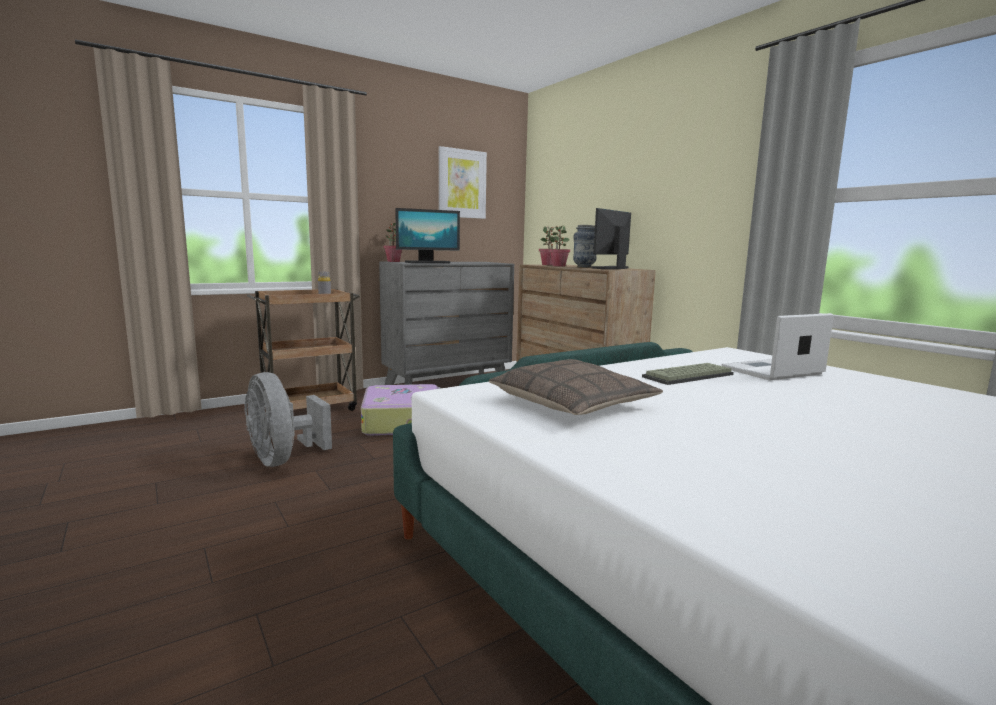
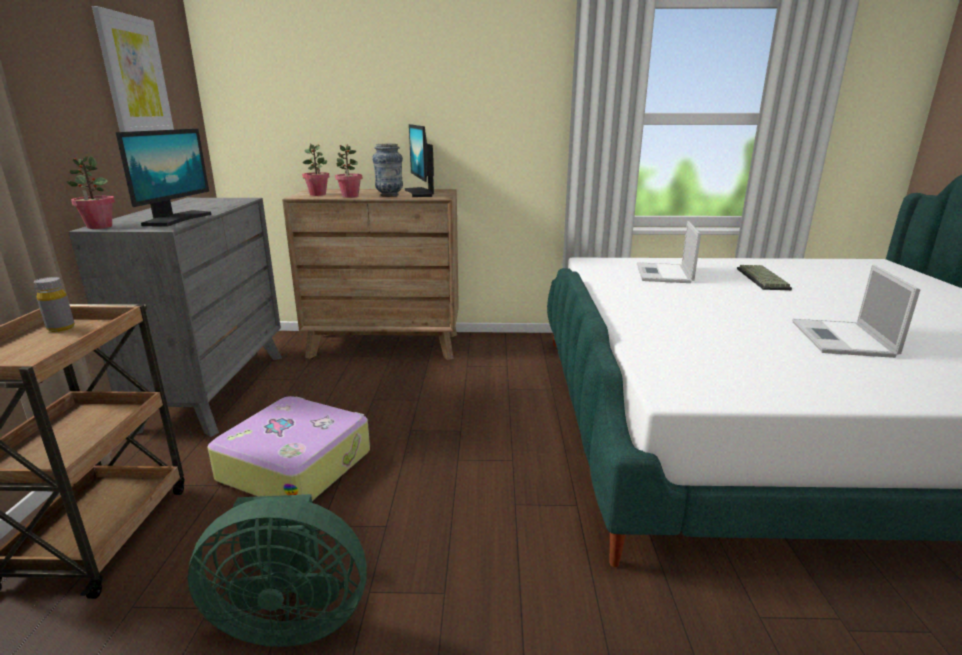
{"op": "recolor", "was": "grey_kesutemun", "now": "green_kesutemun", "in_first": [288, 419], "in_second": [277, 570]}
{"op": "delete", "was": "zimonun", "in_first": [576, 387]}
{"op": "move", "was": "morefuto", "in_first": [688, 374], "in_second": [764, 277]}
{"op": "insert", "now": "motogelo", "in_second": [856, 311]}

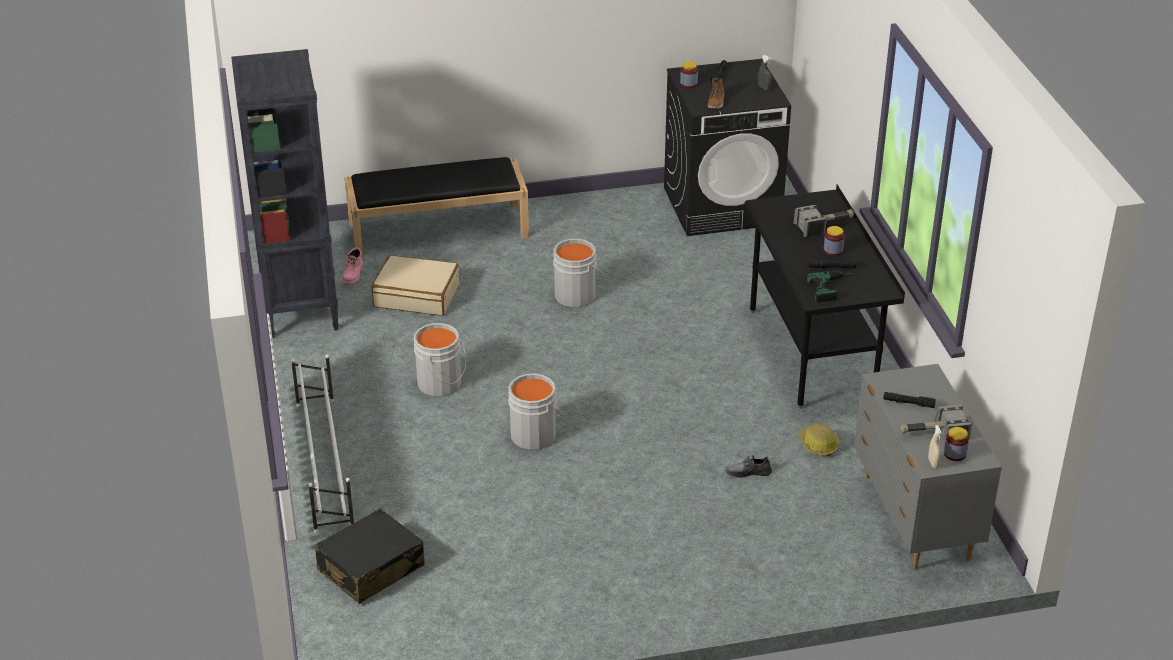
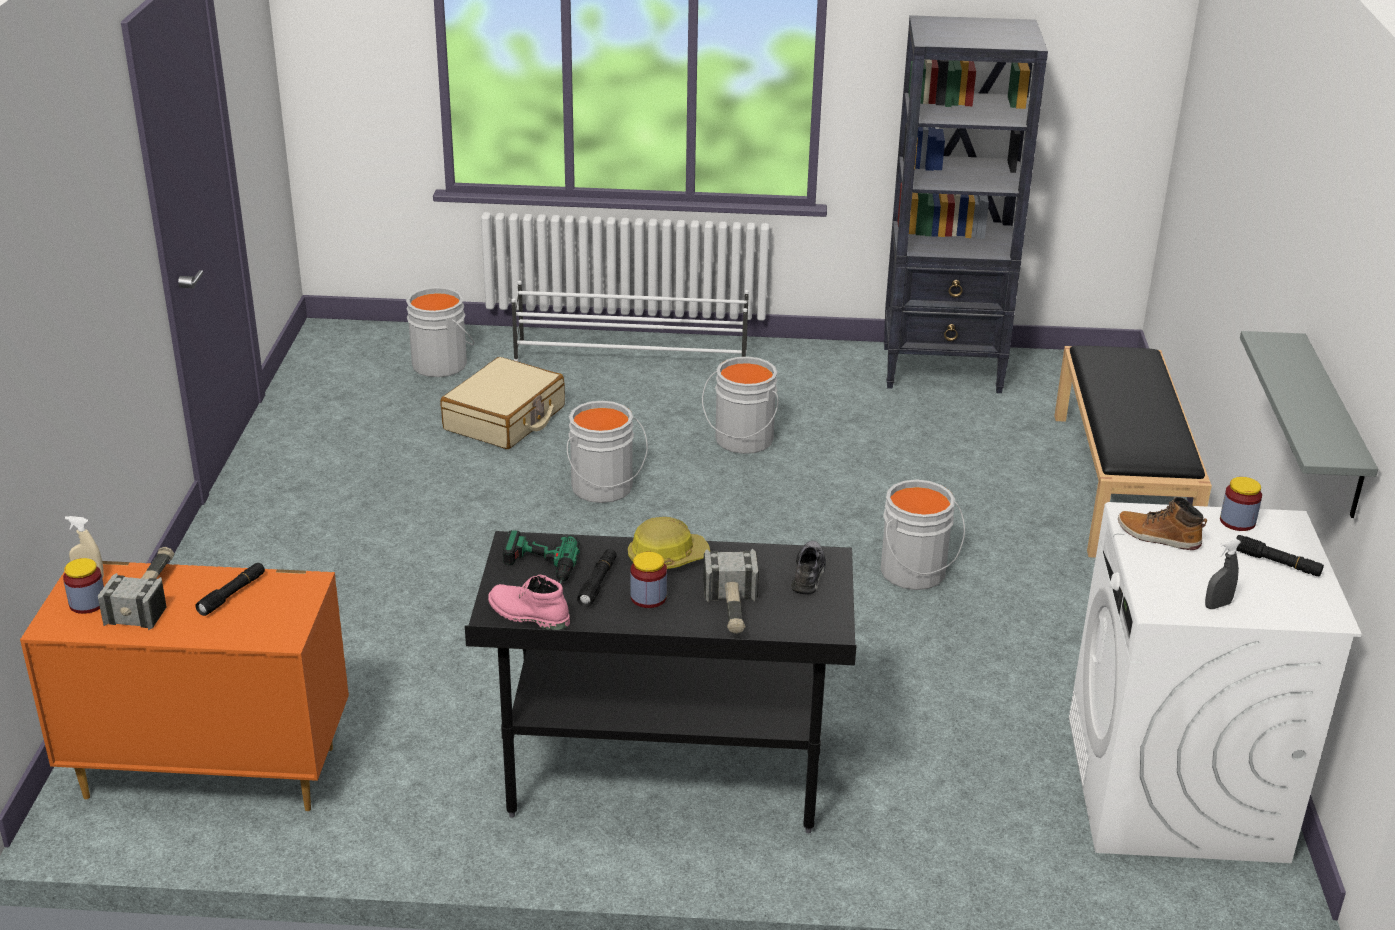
{"op": "replace", "was": "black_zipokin", "now": "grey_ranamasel", "in_first": [370, 556], "in_second": [440, 332]}
{"op": "move", "was": "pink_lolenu", "in_first": [352, 266], "in_second": [529, 602]}
{"op": "move", "was": "beige_zipokin", "in_first": [415, 285], "in_second": [503, 403]}
{"op": "recolor", "was": "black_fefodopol", "now": "white_fefodopol", "in_first": [727, 147], "in_second": [1215, 682]}
{"op": "move", "was": "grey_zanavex", "in_first": [749, 466], "in_second": [809, 568]}
{"op": "move", "was": "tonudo", "in_first": [818, 440], "in_second": [669, 543]}
{"op": "recolor", "was": "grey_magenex", "now": "orange_magenex", "in_first": [928, 466], "in_second": [184, 686]}
{"op": "insert", "now": "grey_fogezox", "in_second": [1309, 424]}

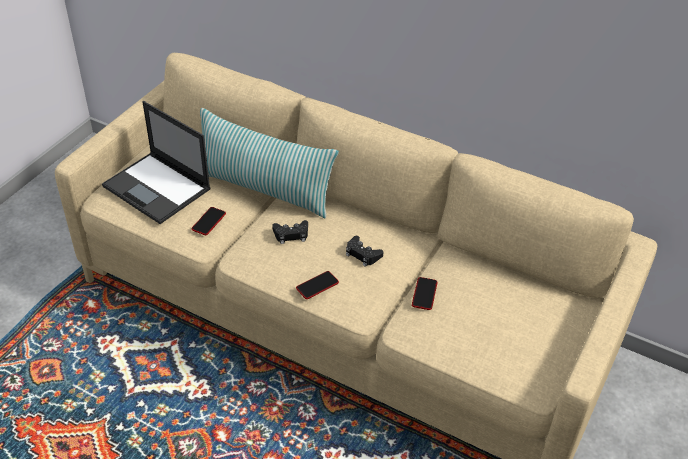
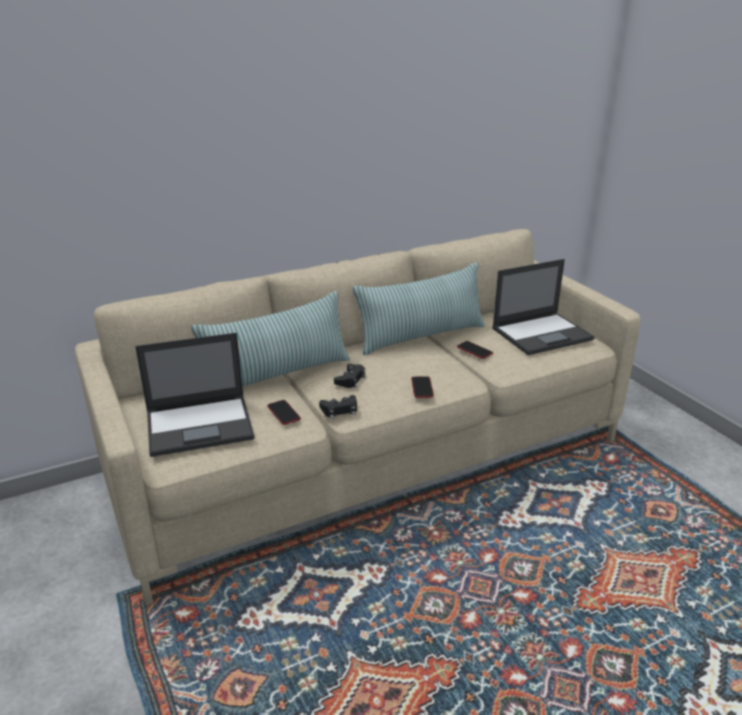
{"op": "move", "was": "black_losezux", "in_first": [364, 251], "in_second": [338, 407]}
{"op": "insert", "now": "zimonun", "in_second": [419, 309]}
{"op": "insert", "now": "motogelo", "in_second": [543, 307]}

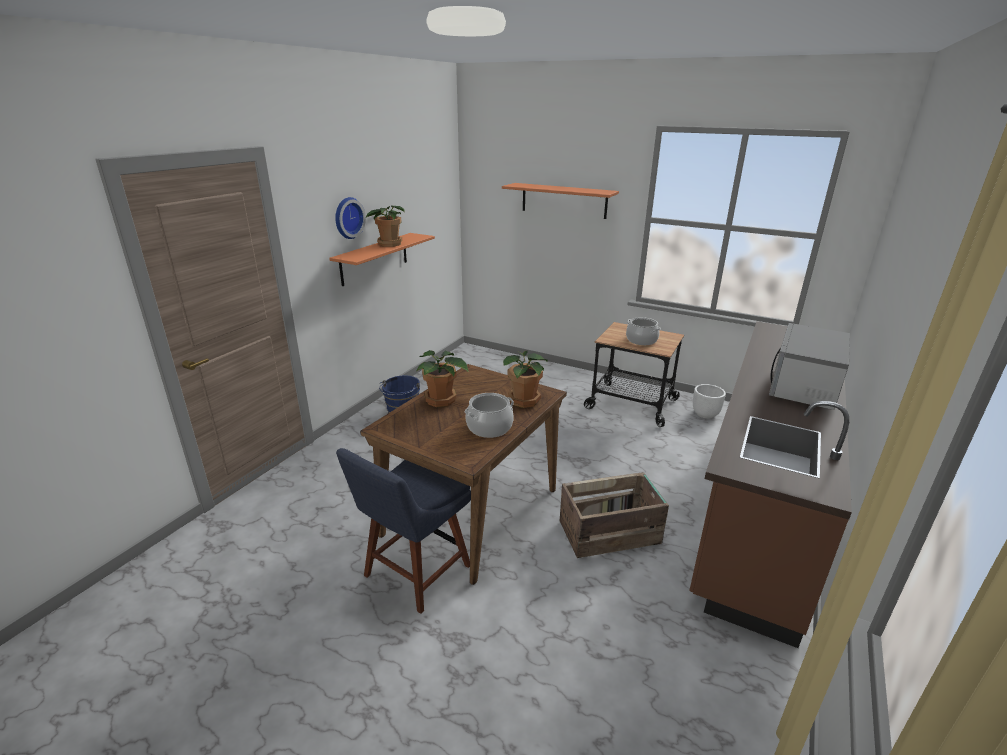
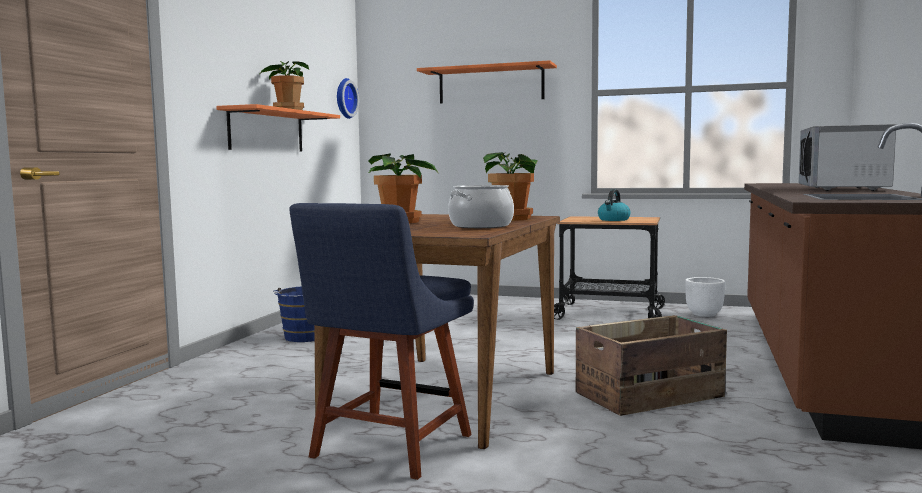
{"op": "move", "was": "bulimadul", "in_first": [350, 218], "in_second": [348, 98]}
{"op": "replace", "was": "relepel", "now": "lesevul", "in_first": [643, 331], "in_second": [614, 205]}

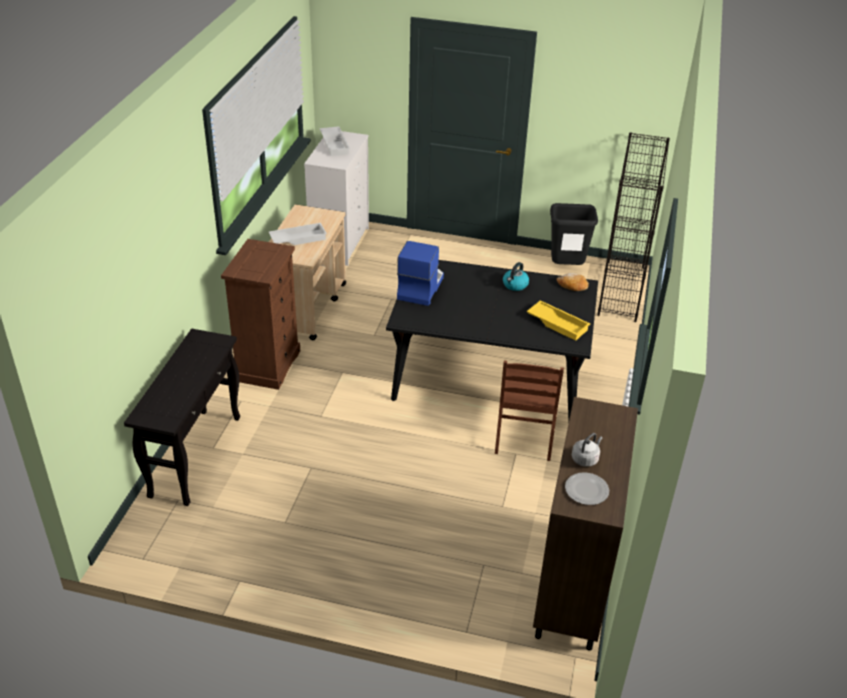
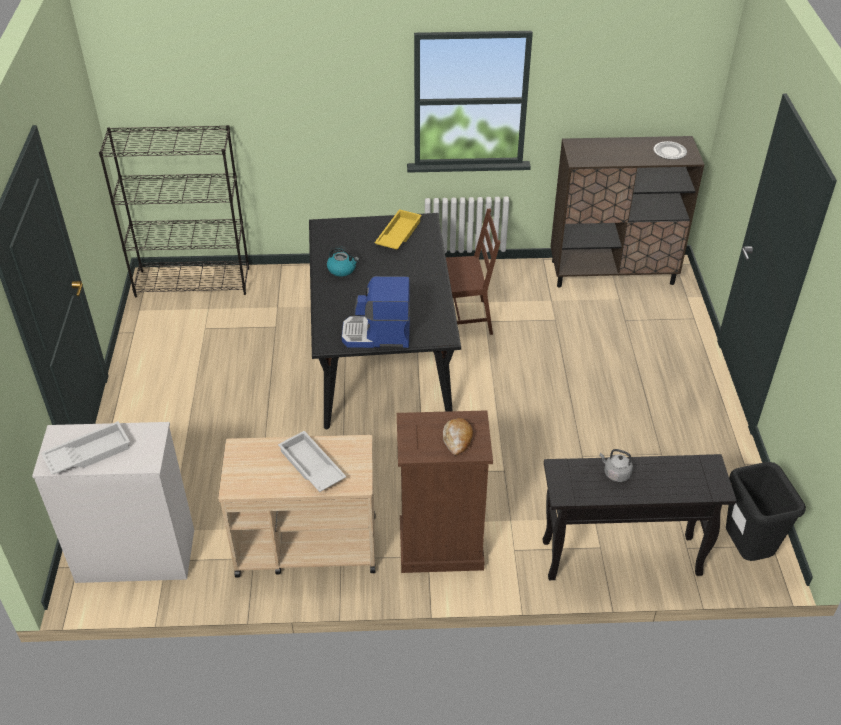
{"op": "move", "was": "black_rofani", "in_first": [574, 234], "in_second": [766, 511]}
{"op": "move", "was": "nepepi", "in_first": [573, 282], "in_second": [458, 437]}
{"op": "move", "was": "grey_lesevul", "in_first": [587, 450], "in_second": [616, 465]}

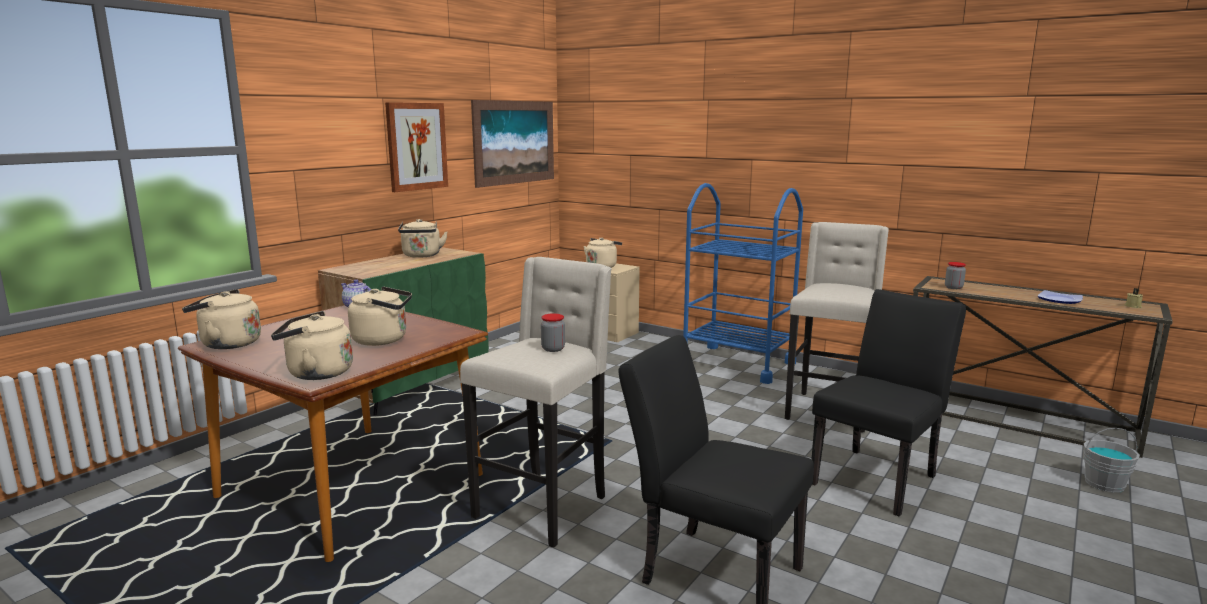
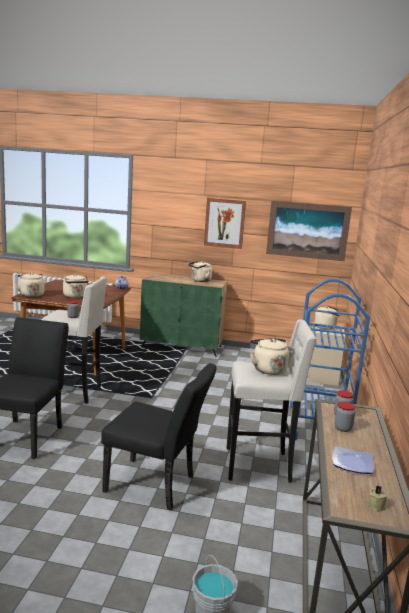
{"op": "move", "was": "beige_lesevul", "in_first": [221, 319], "in_second": [269, 356]}
{"op": "insert", "now": "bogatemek", "in_second": [345, 417]}

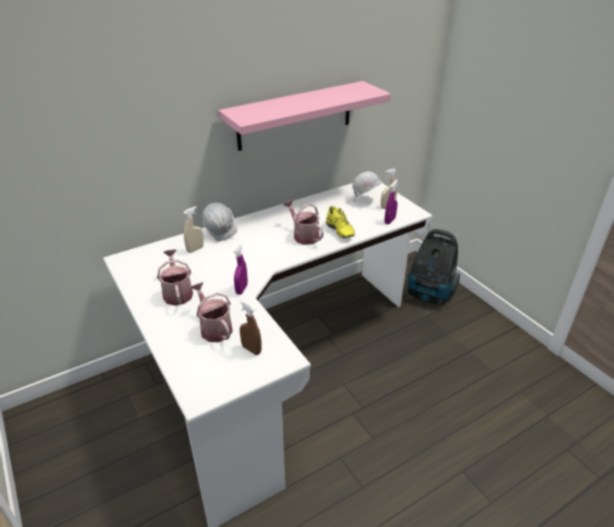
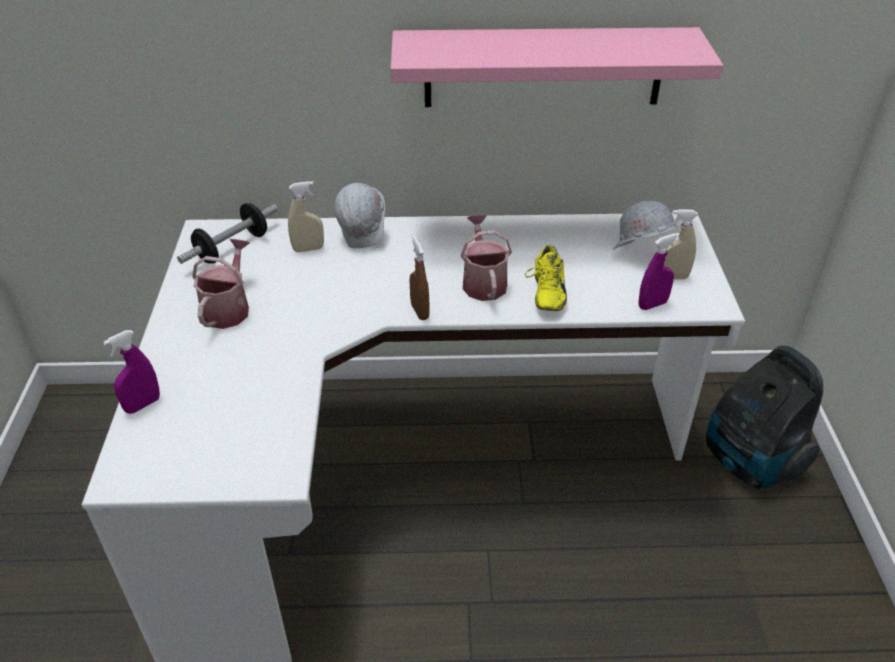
{"op": "delete", "was": "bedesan", "in_first": [211, 312]}
{"op": "move", "was": "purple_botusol", "in_first": [241, 270], "in_second": [131, 372]}
{"op": "move", "was": "brown_botusol", "in_first": [250, 327], "in_second": [419, 277]}
{"op": "insert", "now": "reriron", "in_second": [227, 233]}

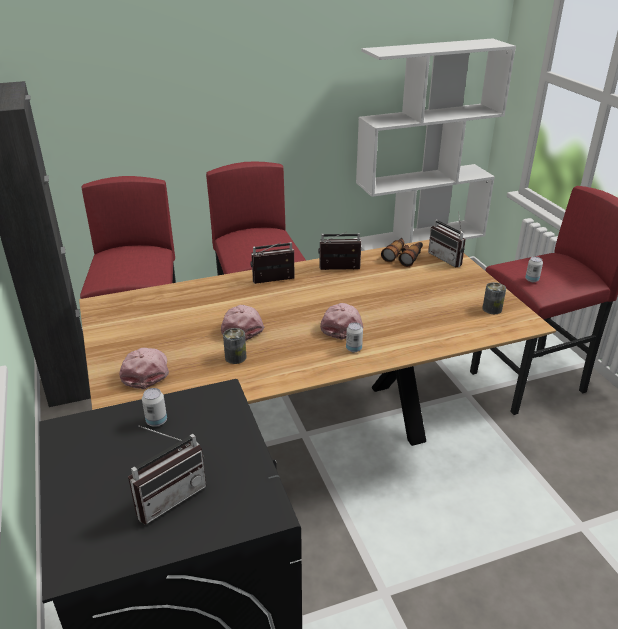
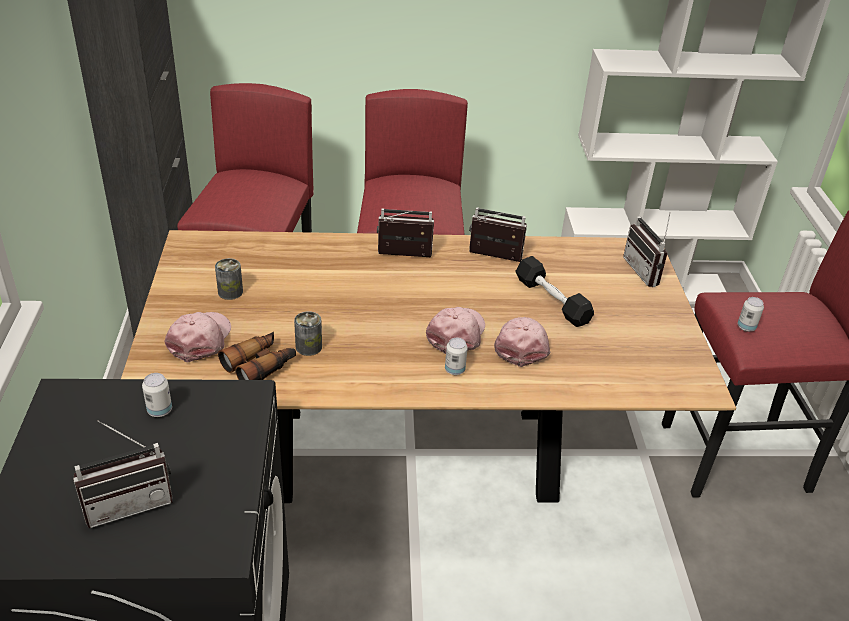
{"op": "move", "was": "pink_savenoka", "in_first": [242, 323], "in_second": [522, 342]}
{"op": "move", "was": "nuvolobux", "in_first": [402, 252], "in_second": [257, 356]}
{"op": "move", "was": "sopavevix", "in_first": [494, 298], "in_second": [229, 279]}
{"op": "insert", "now": "black_reriron", "in_second": [554, 291]}

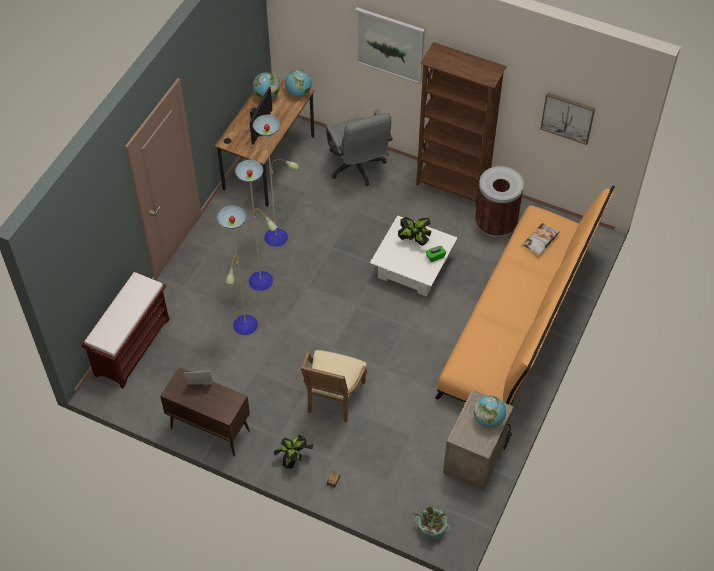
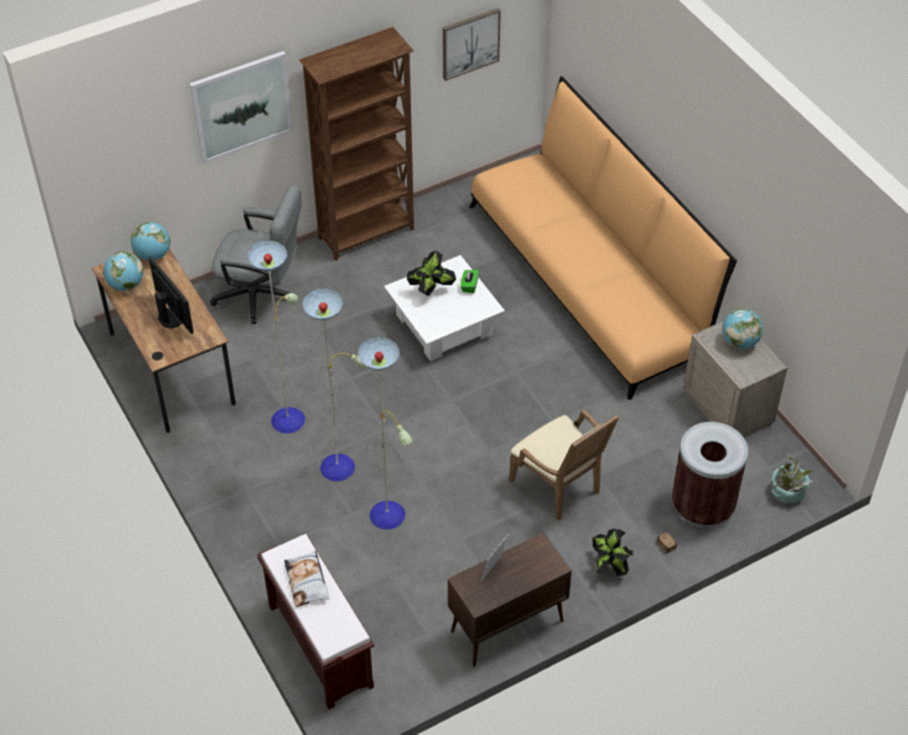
{"op": "move", "was": "brown_rofani", "in_first": [499, 201], "in_second": [710, 474]}
{"op": "move", "was": "zimonun", "in_first": [541, 239], "in_second": [306, 578]}

